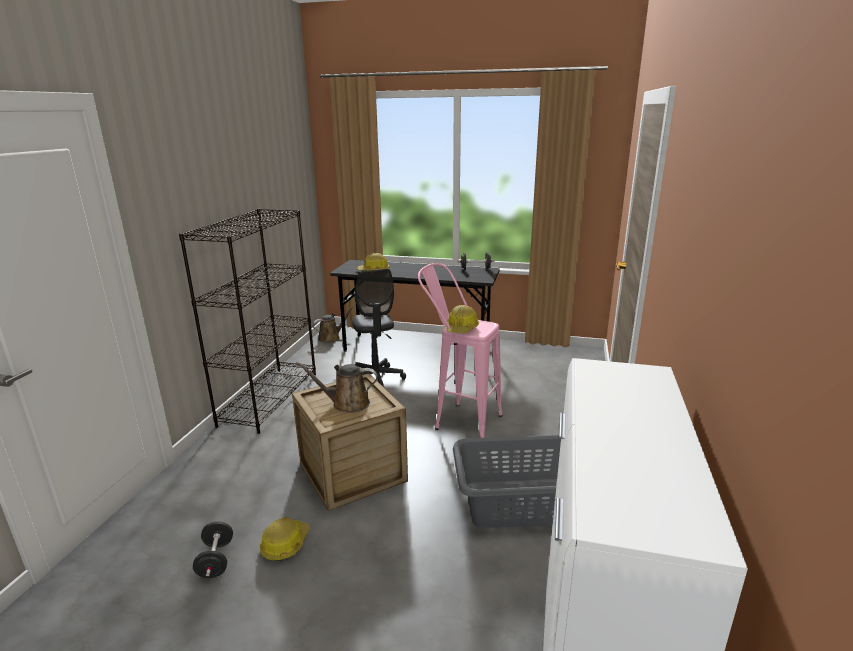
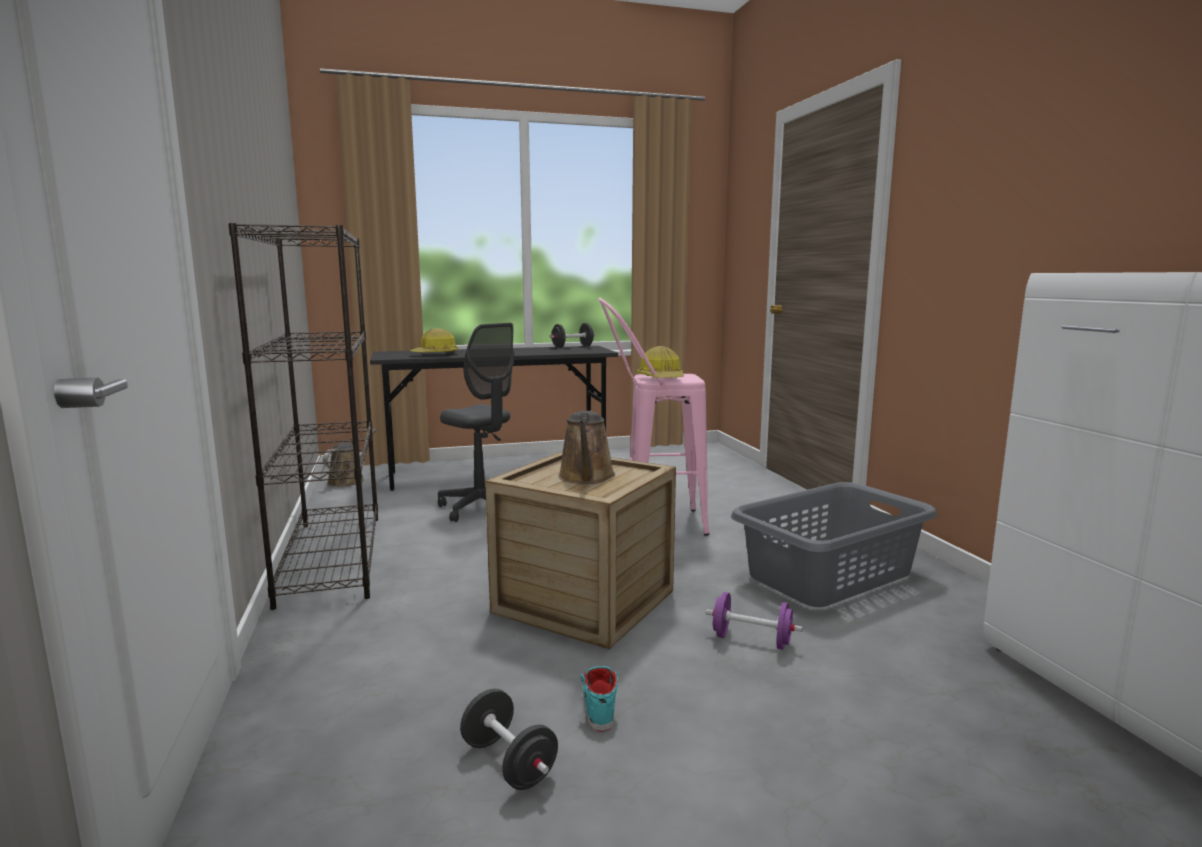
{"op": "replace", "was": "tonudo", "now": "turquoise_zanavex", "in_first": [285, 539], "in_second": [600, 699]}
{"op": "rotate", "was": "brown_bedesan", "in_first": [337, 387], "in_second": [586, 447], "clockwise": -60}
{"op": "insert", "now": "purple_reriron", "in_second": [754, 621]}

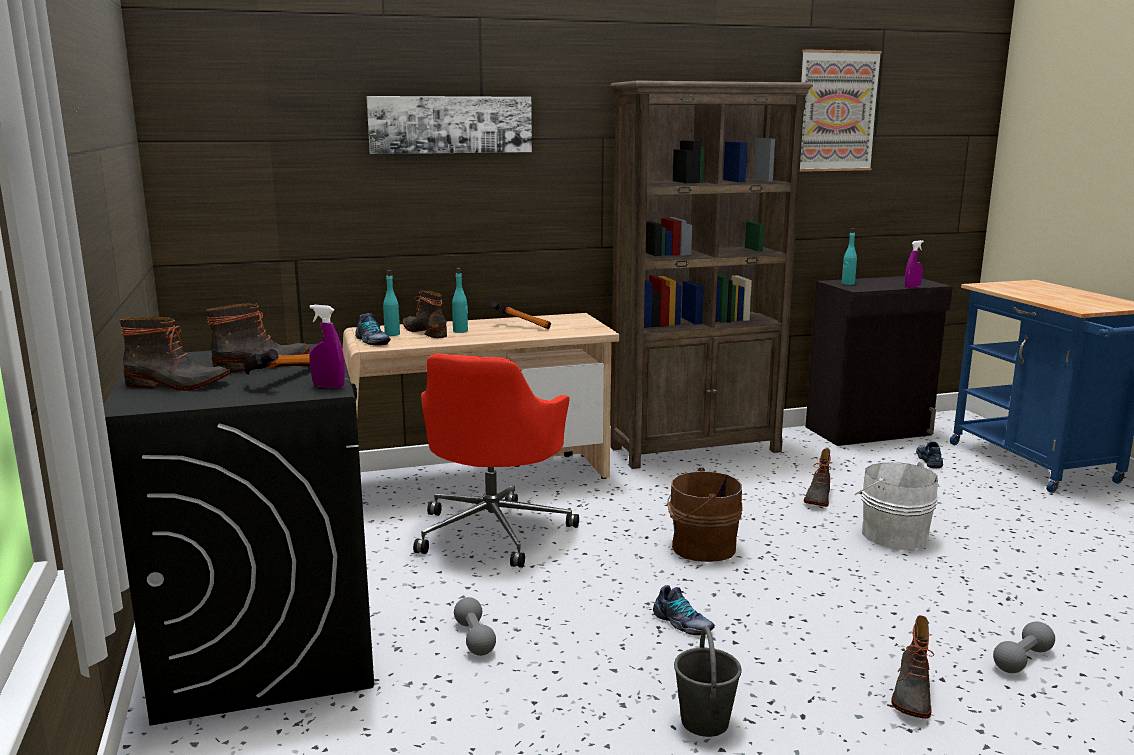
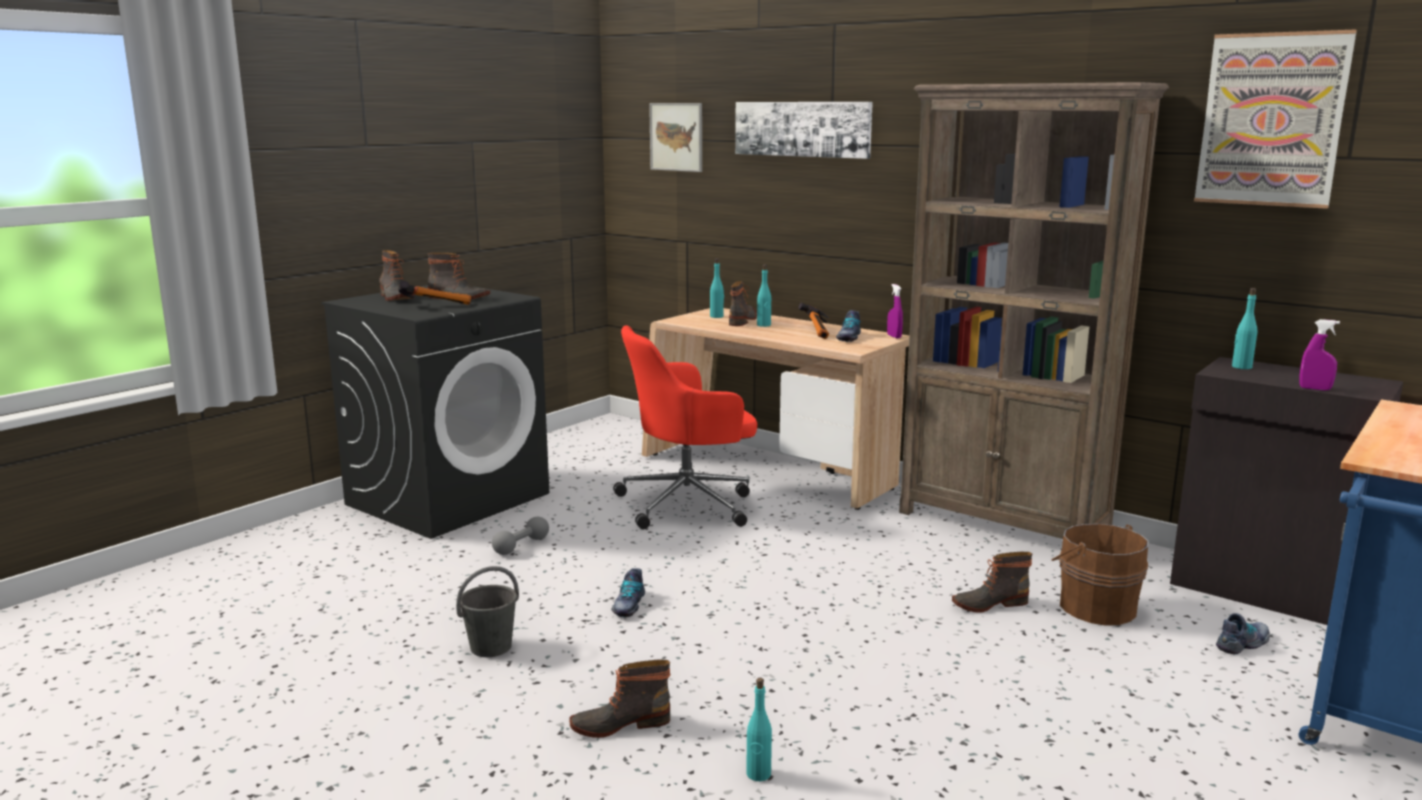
{"op": "move", "was": "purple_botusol", "in_first": [327, 346], "in_second": [895, 311]}
{"op": "move", "was": "zanavex", "in_first": [373, 329], "in_second": [848, 326]}
{"op": "move", "was": "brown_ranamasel", "in_first": [705, 514], "in_second": [1100, 575]}
{"op": "delete", "was": "white_ranamasel", "in_first": [896, 506]}
{"op": "replace", "was": "grey_reriron", "now": "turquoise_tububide", "in_first": [1024, 647], "in_second": [759, 729]}
{"op": "insert", "now": "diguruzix", "in_second": [675, 137]}

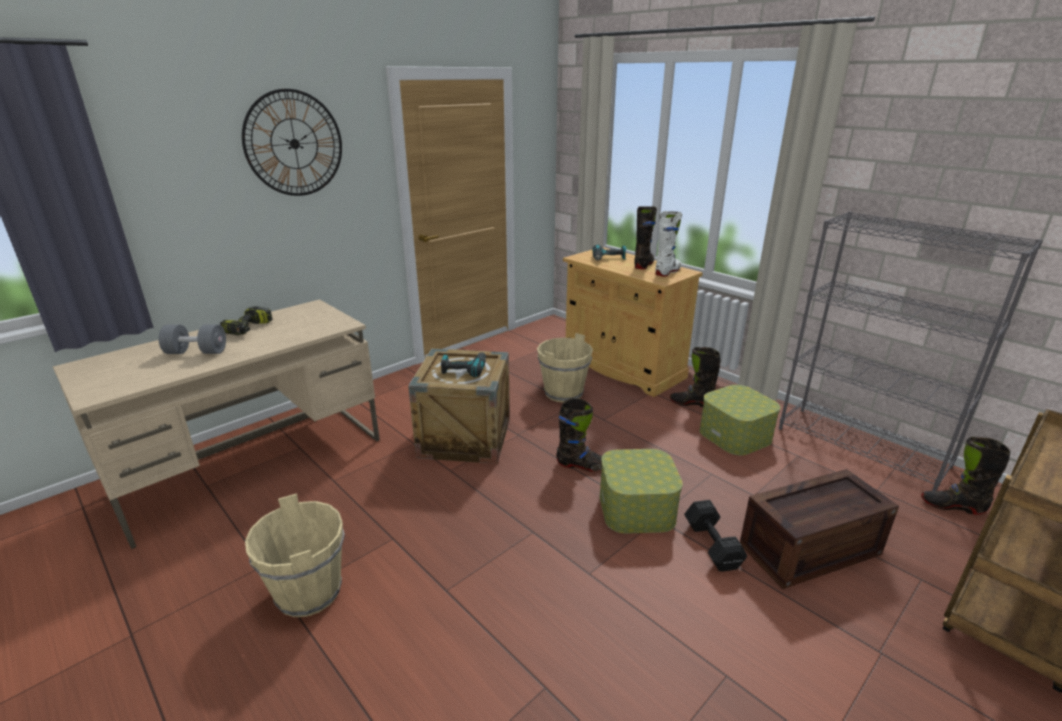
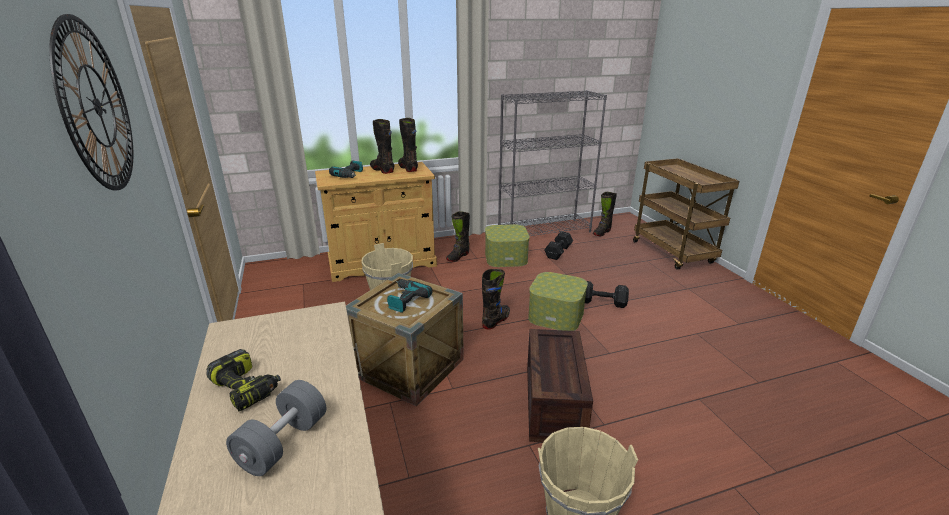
{"op": "recolor", "was": "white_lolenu", "now": "black_lolenu", "in_first": [668, 244], "in_second": [408, 145]}
{"op": "move", "was": "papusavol", "in_first": [819, 529], "in_second": [560, 385]}
{"op": "insert", "now": "black_reriron", "in_second": [558, 245]}

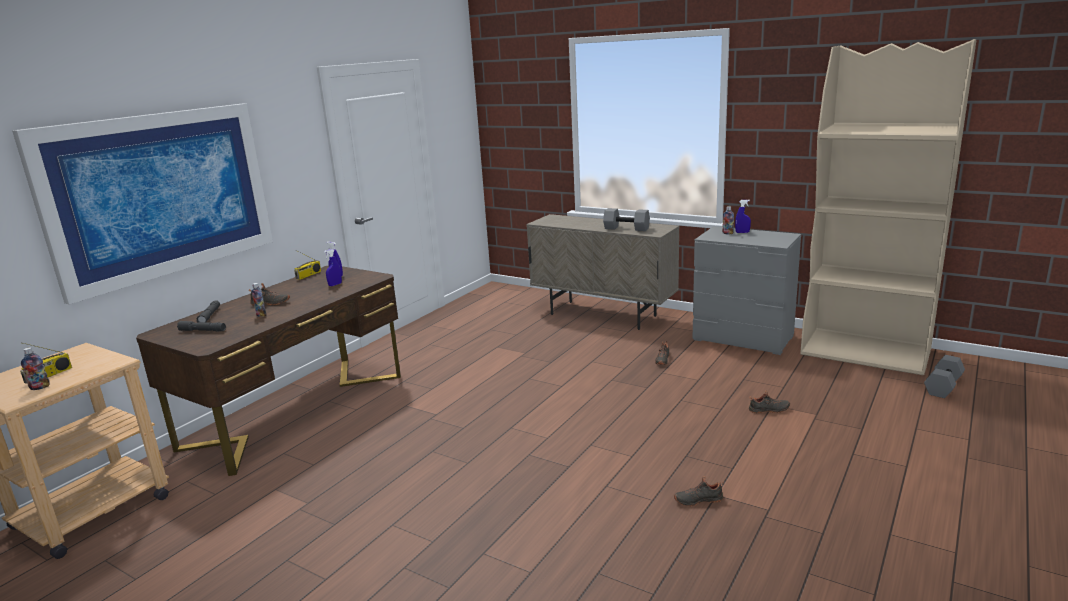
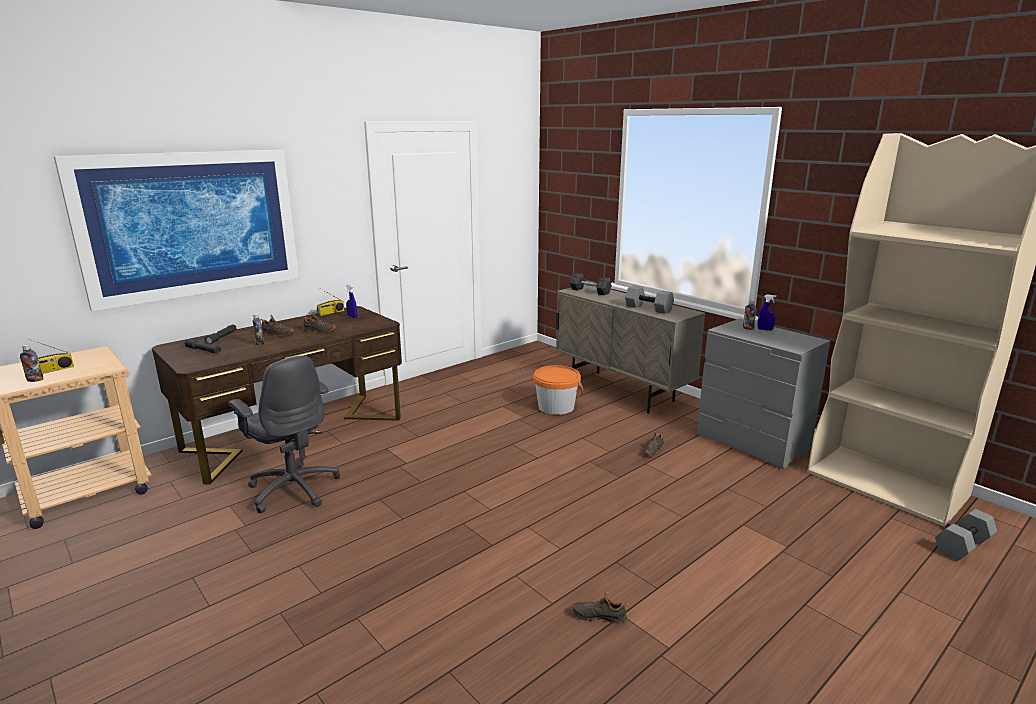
{"op": "delete", "was": "blue_botusol", "in_first": [333, 267]}
{"op": "move", "was": "black_zanavex", "in_first": [769, 402], "in_second": [319, 322]}
{"op": "insert", "now": "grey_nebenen", "in_second": [284, 435]}
{"op": "insert", "now": "orange_ranamasel", "in_second": [558, 390]}
{"op": "insert", "now": "grey_reriron", "in_second": [591, 284]}

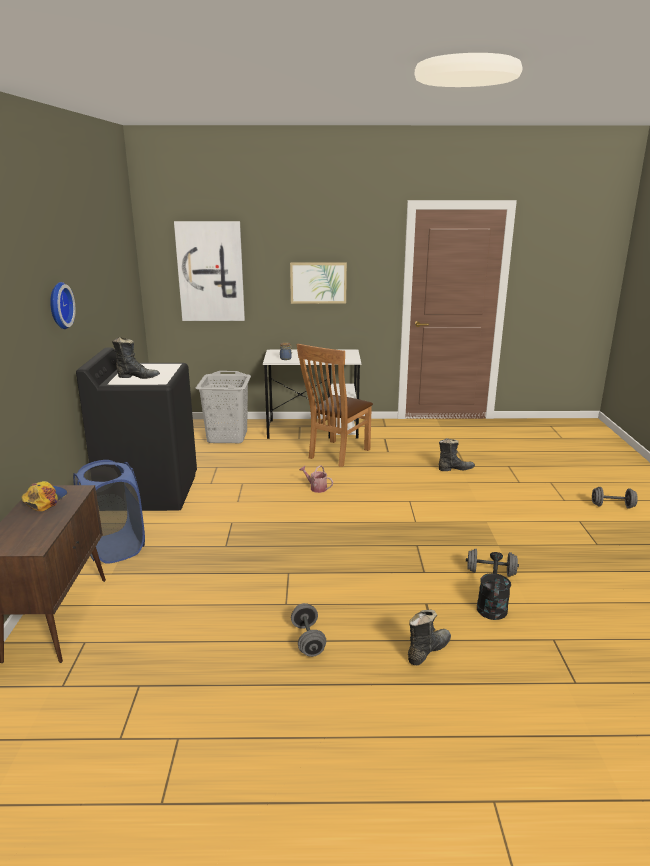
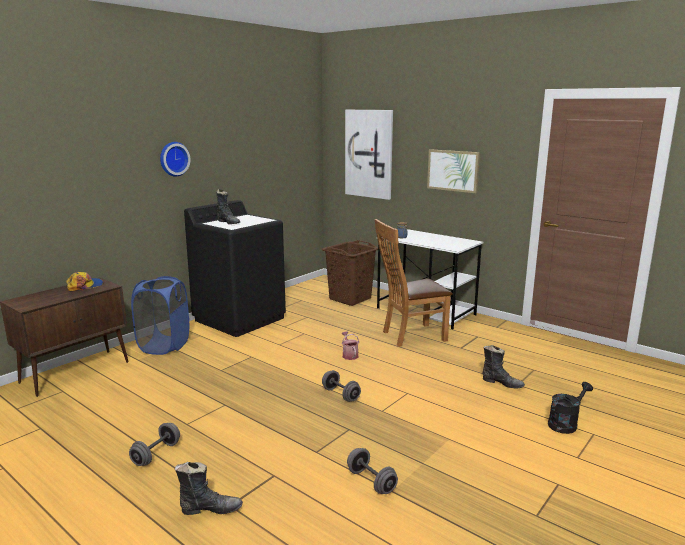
{"op": "recolor", "was": "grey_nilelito", "now": "brown_nilelito", "in_first": [223, 407], "in_second": [350, 273]}
{"op": "move", "was": "black_bedesan", "in_first": [494, 586], "in_second": [570, 408]}
{"op": "move", "was": "grey_reriron", "in_first": [615, 498], "in_second": [341, 386]}

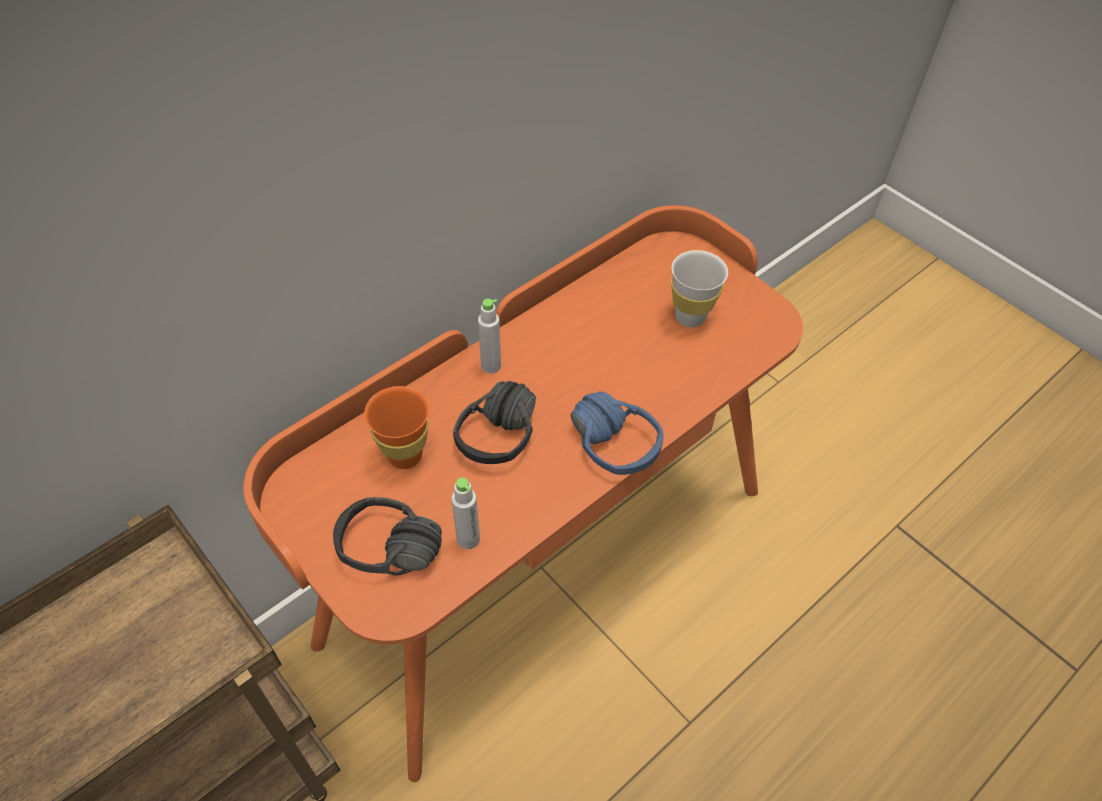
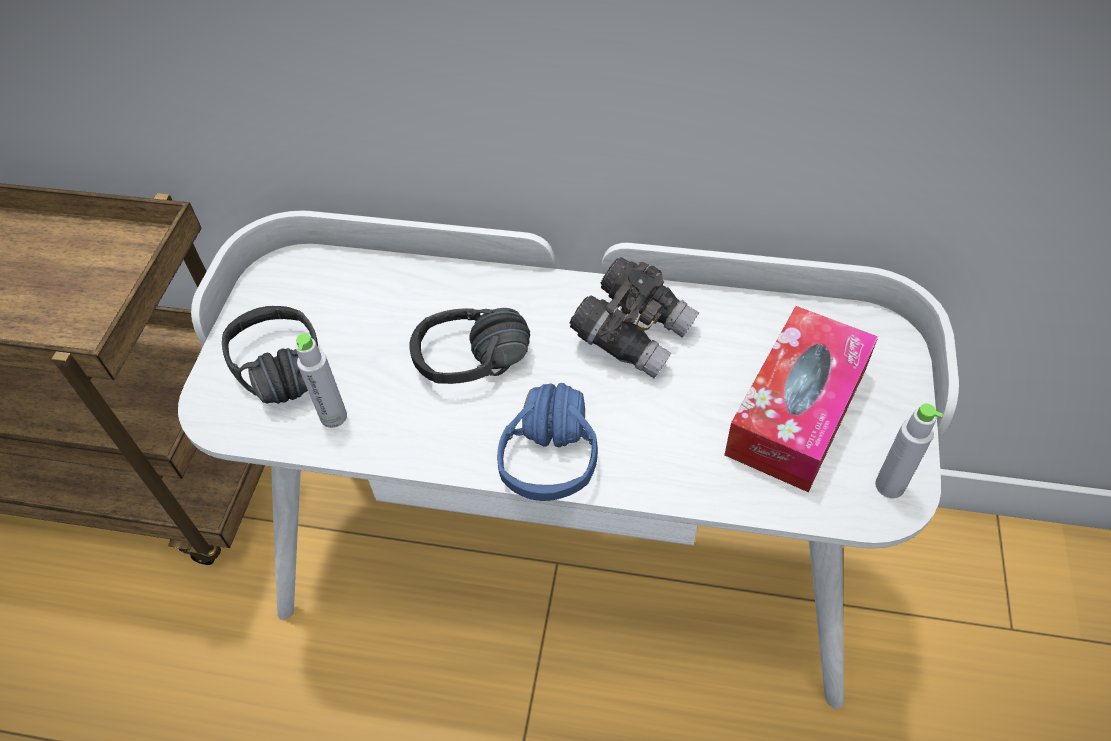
{"op": "recolor", "was": "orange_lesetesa", "now": "white_lesetesa", "in_first": [523, 493], "in_second": [568, 460]}
{"op": "delete", "was": "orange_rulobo", "in_first": [396, 427]}
{"op": "move", "was": "grey_tububide", "in_first": [489, 336], "in_second": [909, 451]}
{"op": "replace", "was": "white_rulobo", "now": "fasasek", "in_first": [699, 288], "in_second": [801, 399]}
{"op": "insert", "now": "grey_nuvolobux", "in_second": [634, 317]}

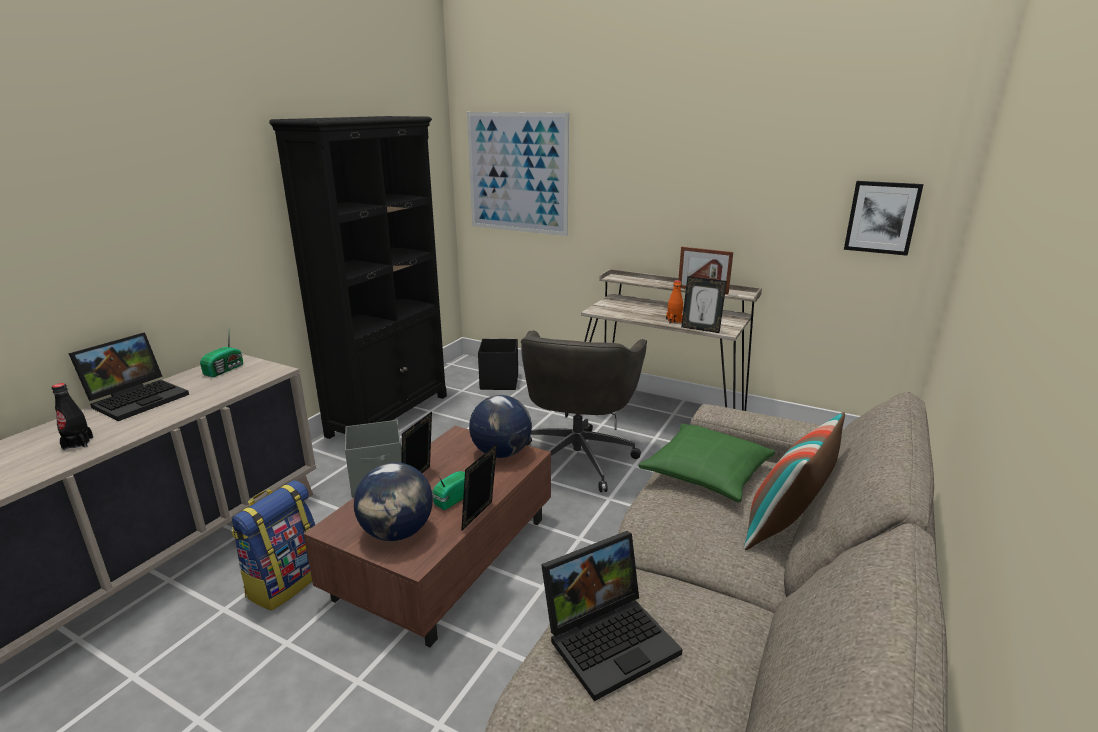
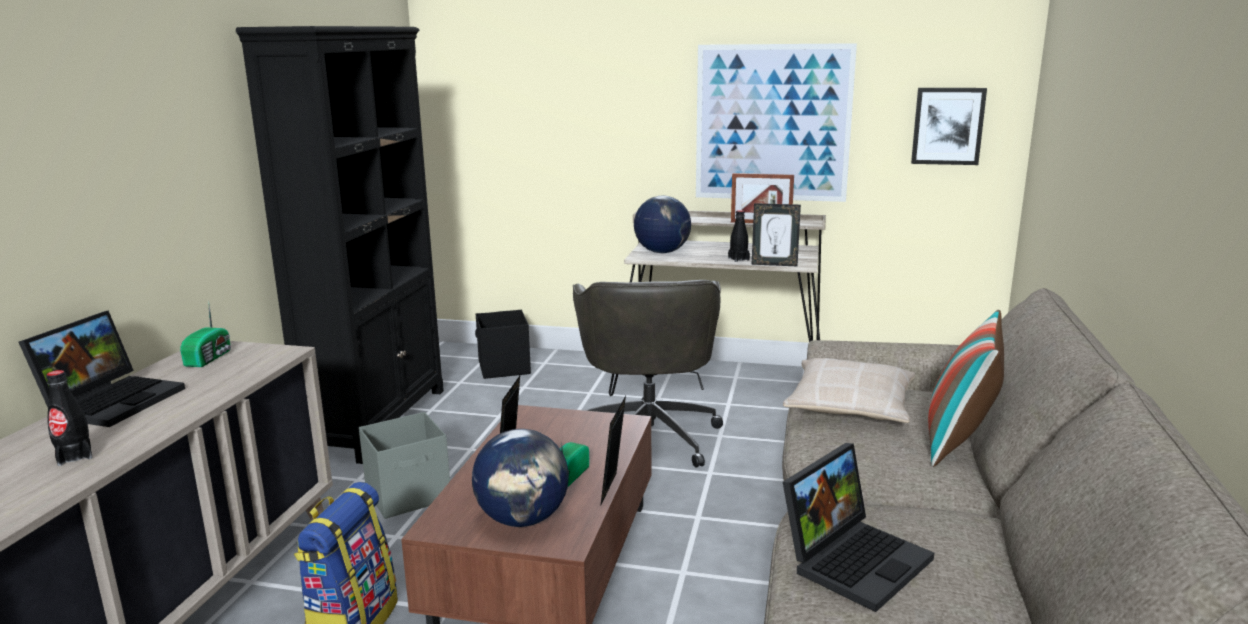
{"op": "move", "was": "diguruzix", "in_first": [518, 174], "in_second": [776, 122]}
{"op": "move", "was": "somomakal", "in_first": [500, 426], "in_second": [662, 224]}
{"op": "recolor", "was": "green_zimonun", "now": "beige_zimonun", "in_first": [707, 463], "in_second": [849, 390]}
{"op": "recolor", "was": "orange_tububide", "now": "black_tububide", "in_first": [674, 302], "in_second": [739, 236]}

